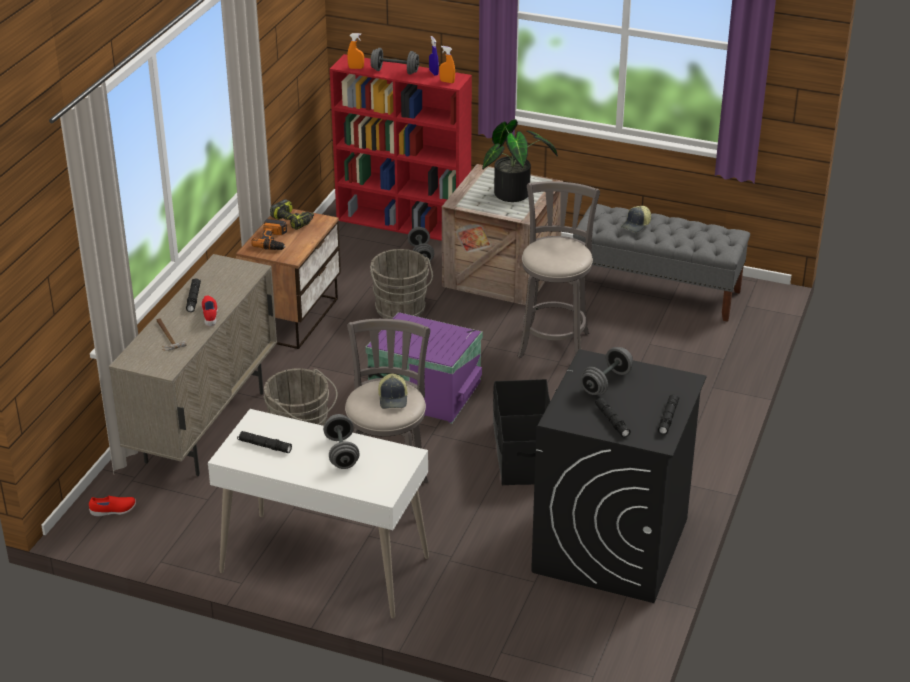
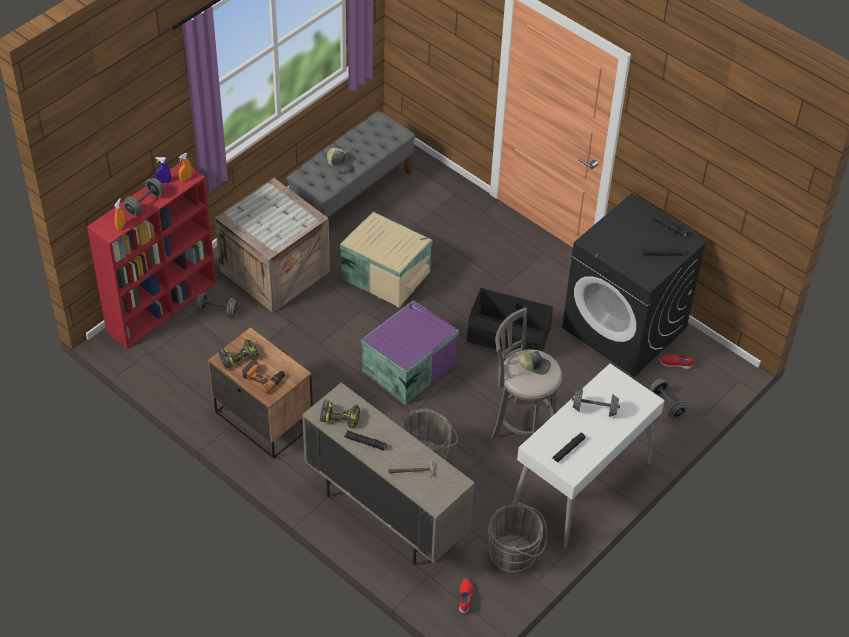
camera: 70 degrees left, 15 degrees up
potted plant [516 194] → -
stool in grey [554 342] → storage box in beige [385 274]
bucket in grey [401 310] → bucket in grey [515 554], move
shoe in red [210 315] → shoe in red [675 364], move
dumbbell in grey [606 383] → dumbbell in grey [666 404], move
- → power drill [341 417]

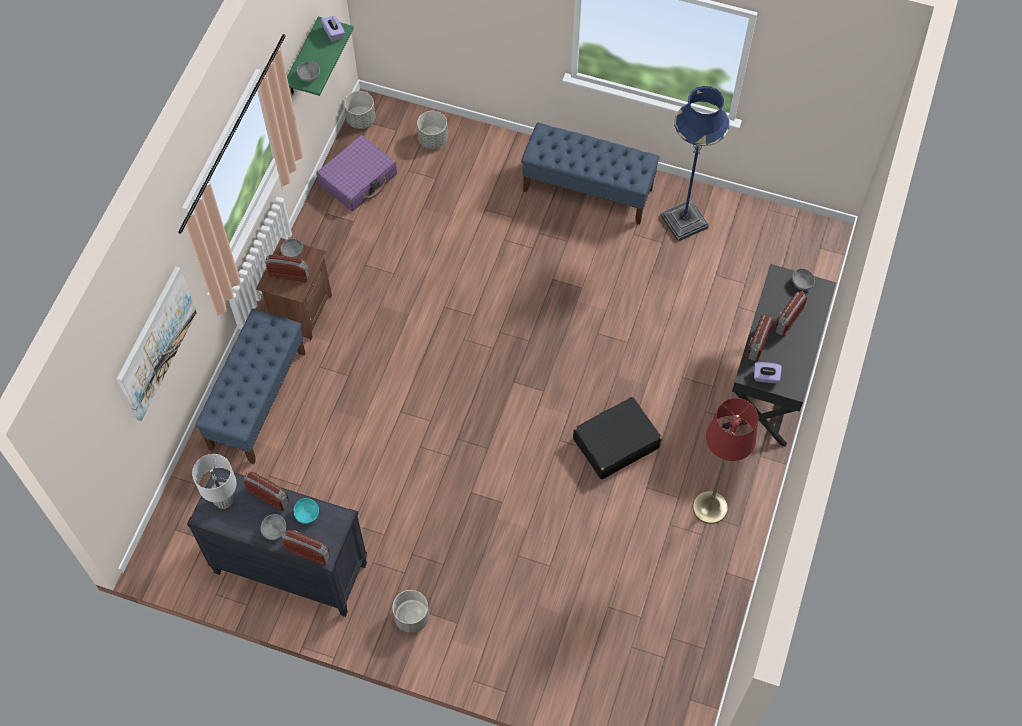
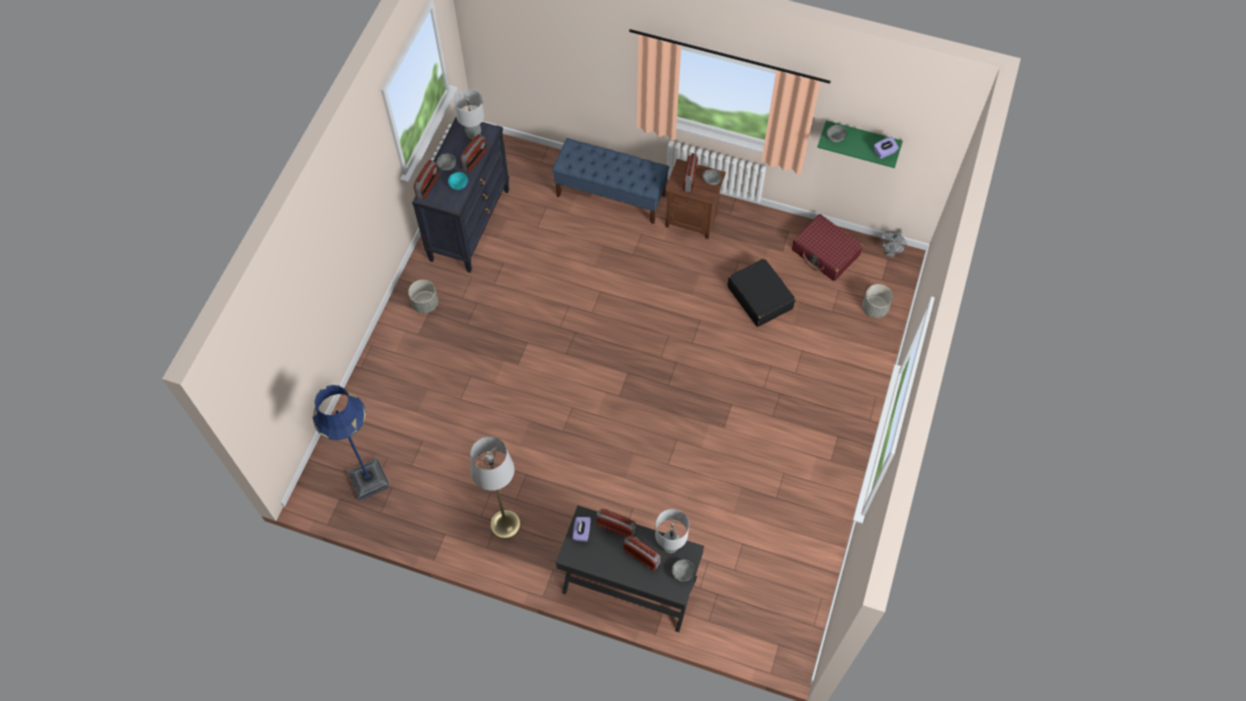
camera: 90 degrees right, 0 degrees up
floor lamp in blue [683 222] → floor lamp in blue [369 480], move
planter in grey [361 119] → fan in grey [890 252]
bench in blue [588 190] → -
suitcase in purple [358 180] → suitcase in red [825 253]
picture [155 343] → -
suitcase in black [615 443] → suitcase in black [760 297], move
floor lamp in red [710 507] → floor lamp in grey [505 524]
- → table lamp in grey [670 546]

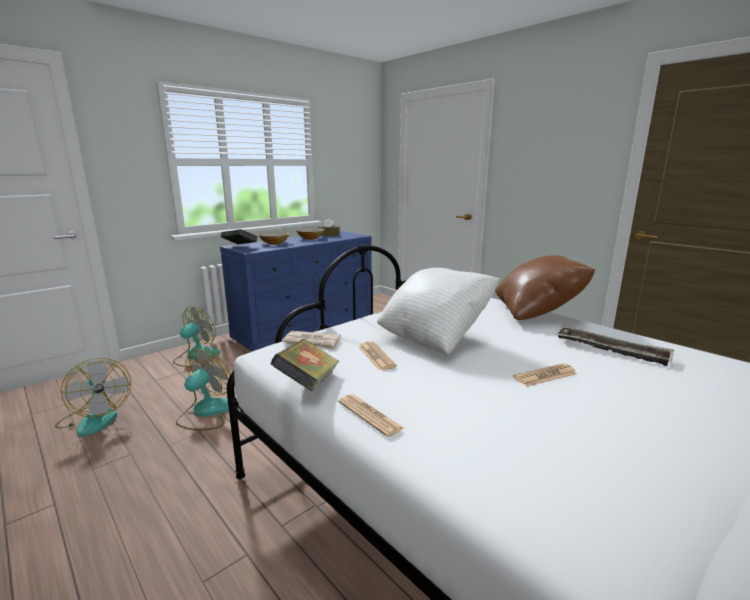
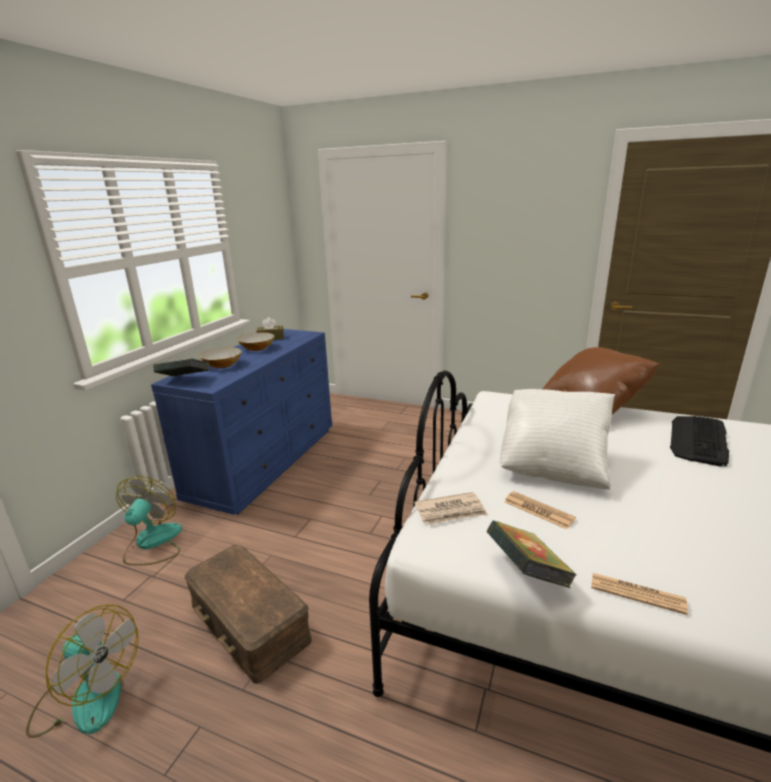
camera: 25 degrees left, 5 degrees up
tray [611 350] → keyboard [698 440]
fan [206 413] → storage box in brown [248 623]
newspaper [545 375] → -

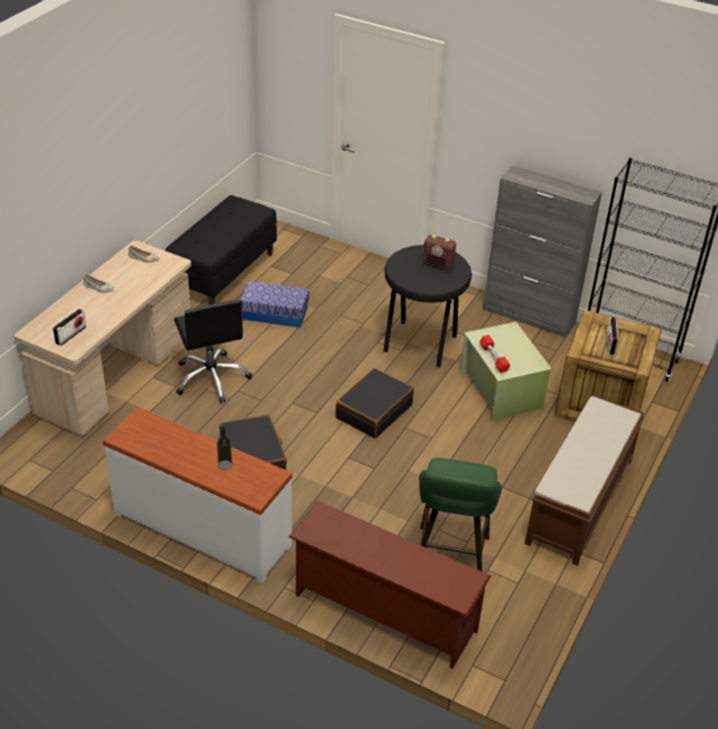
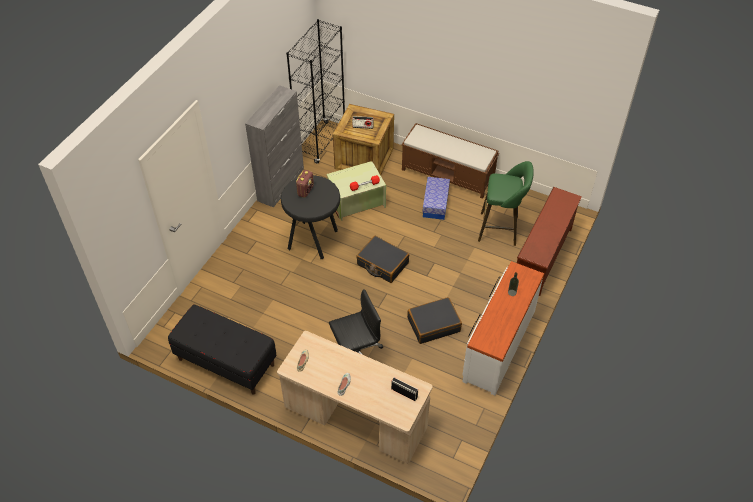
camera: 90 degrees left, 10 degrees up
storage box [274 314] → storage box [435 203], move

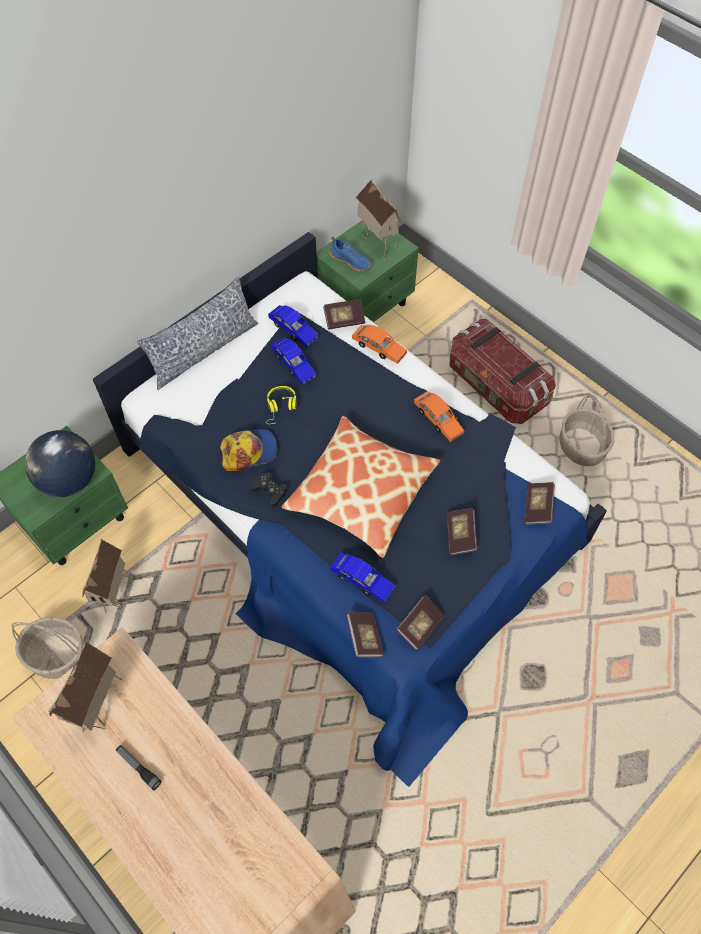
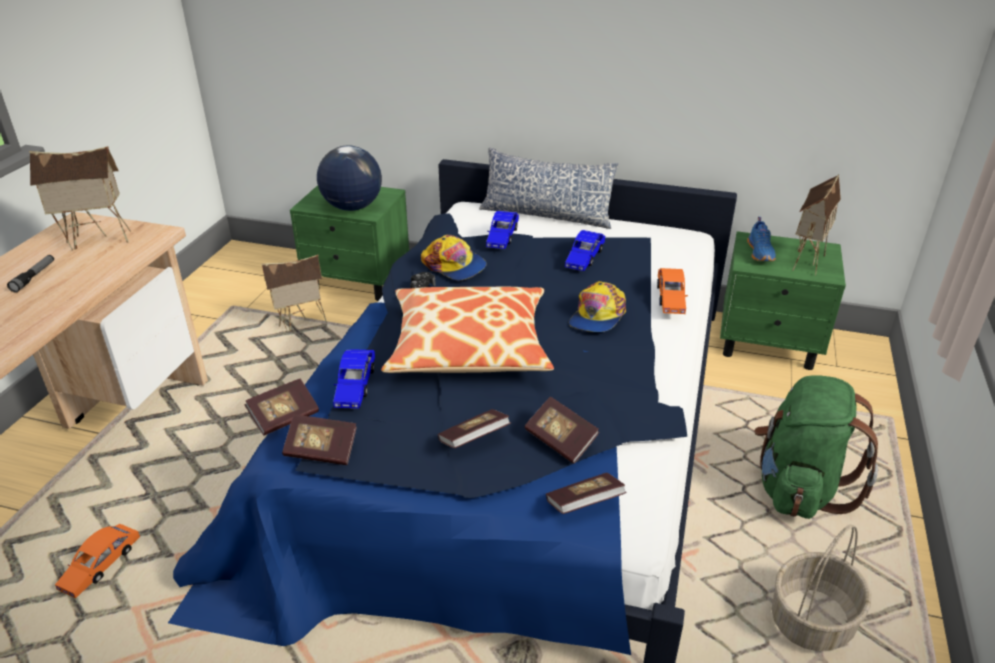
camera: 60 degrees right, 25 degrees down
book [344 320] → book [560 440], move
toy car in blue [293 330] → toy car in blue [502 237], move
storage box [495 386] → backpack in green [798 488]
headphones in yellow [280 407] → -
toy car in orange [438 420] → toy car in orange [101 566], move
basket [57 655] → -
- → cap [597 316]

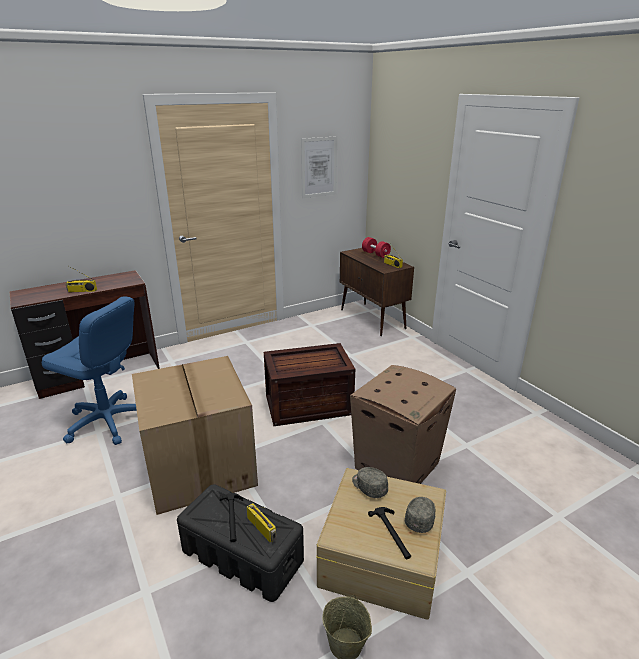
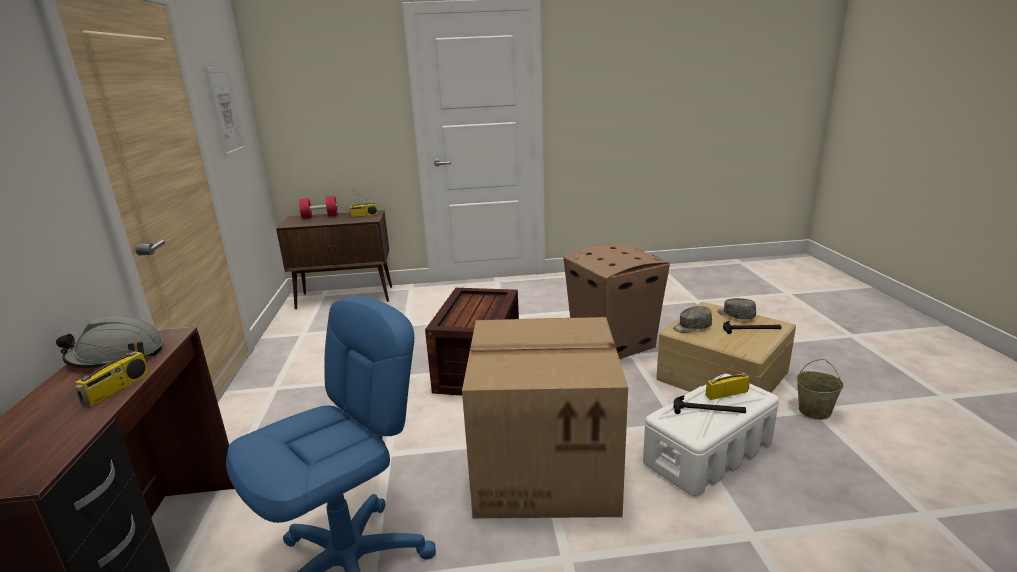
camera: 65 degrees left, 5 degrees down
storage box in black [241 555] → storage box in white [707 453]
- → hard hat in grey [117 356]

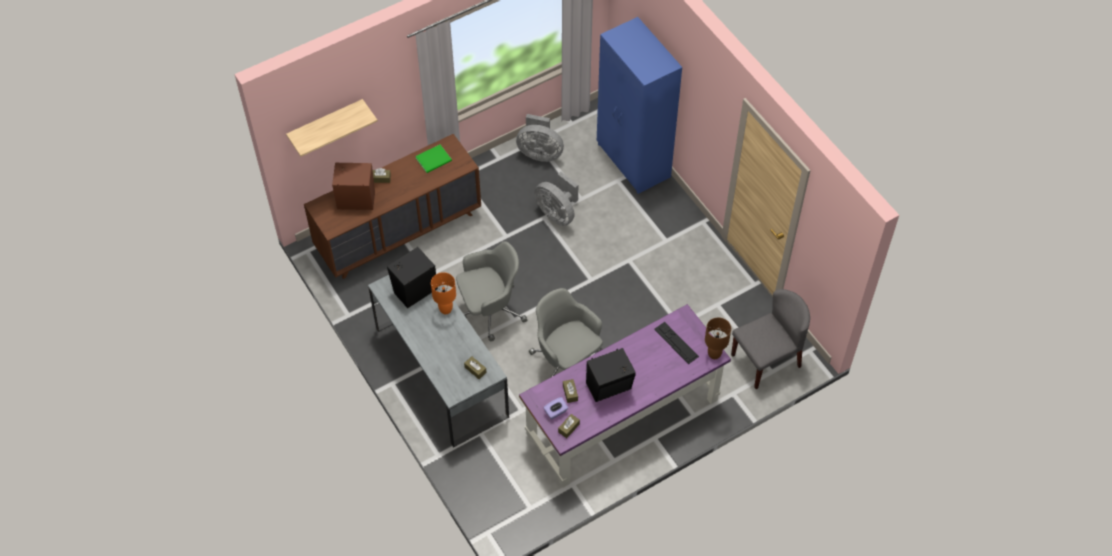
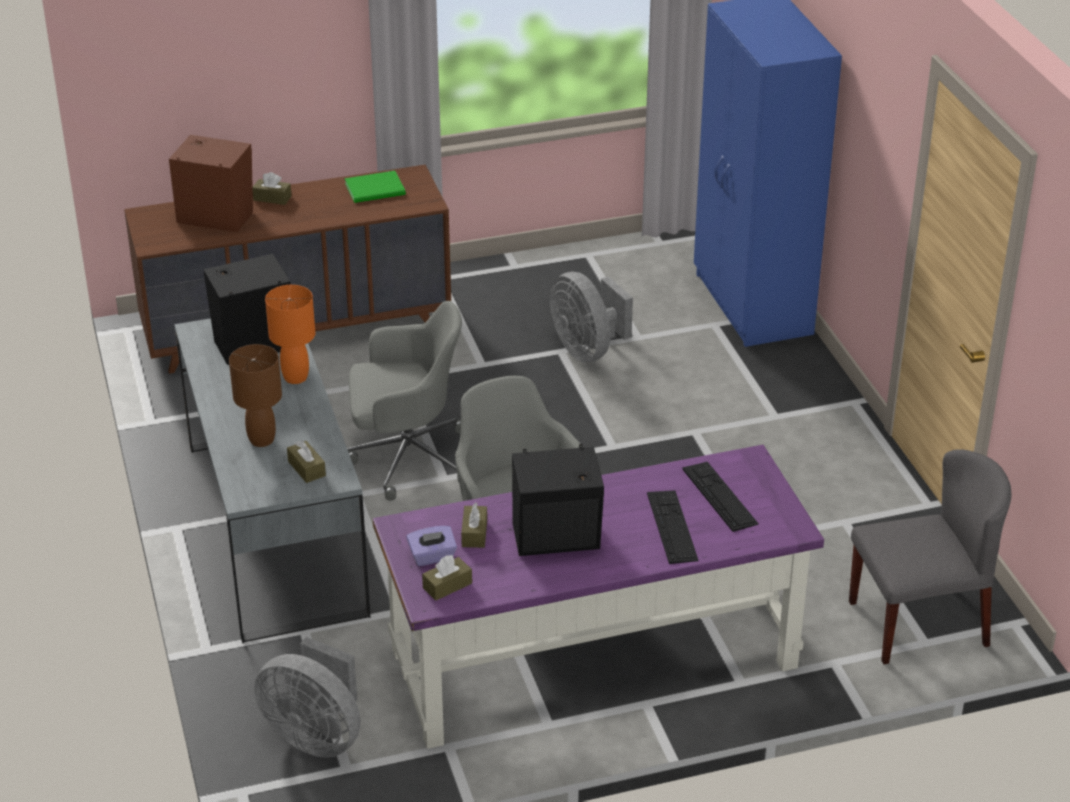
camera: 15 degrees right, 20 degrees down
shelf [326 124] → -
fan in grey [540 153] → fan in grey [316 736], move
table lamp in brown [714 354] → table lamp in brown [261 440], move
- → keyboard [672 526]

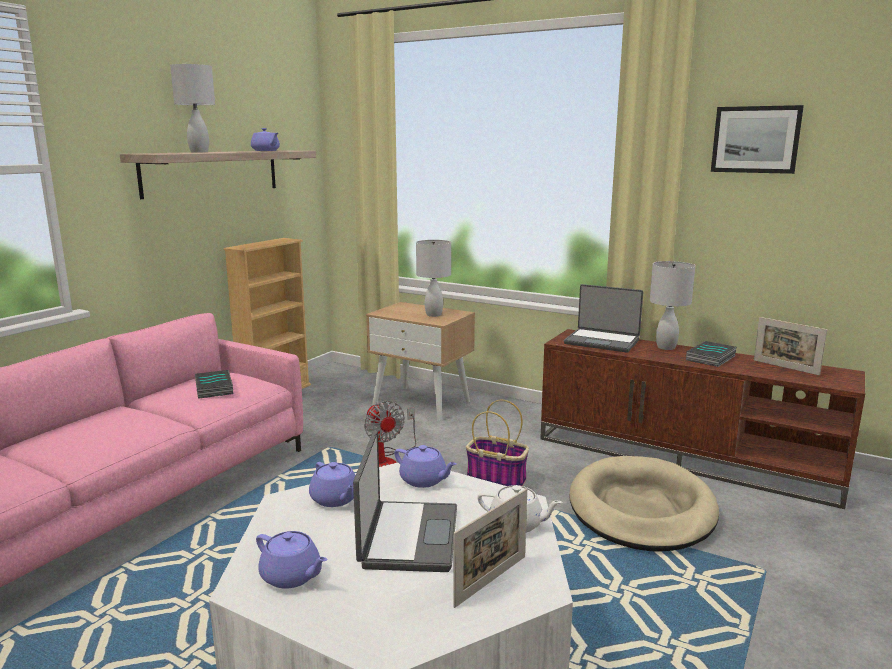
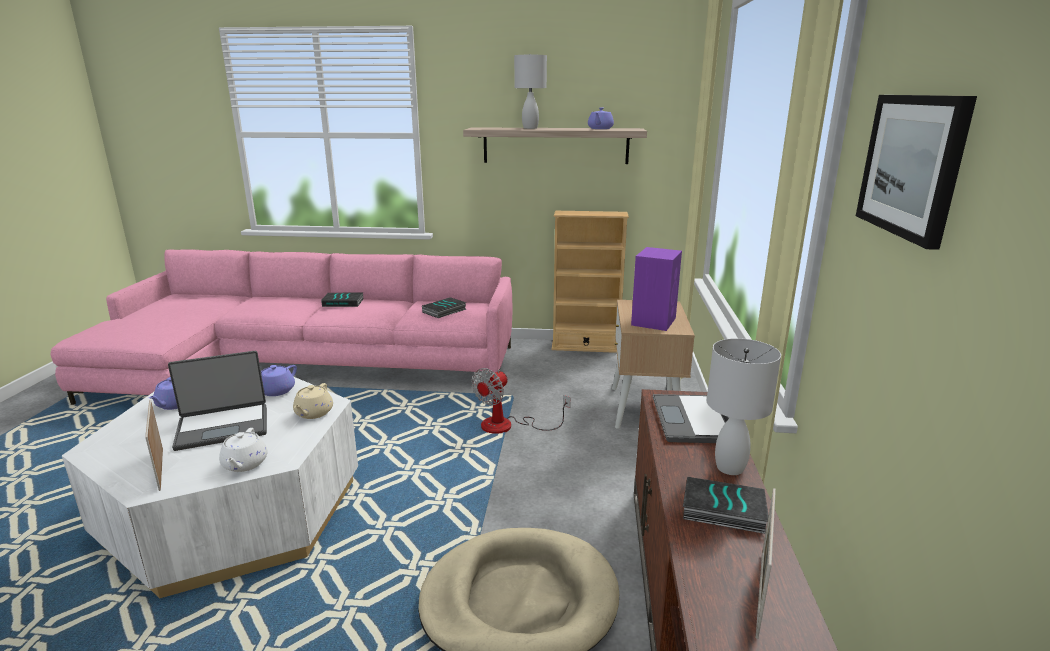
camera: 65 degrees right, 5 degrees up
table lamp in white [433 314] → speaker in purple [654 321]
basket [498 478] → -
teapot in purple [424 480] → teapot in beige [313 413]
picture frame [491 580] → picture frame [161 469], 45 degrees clockwise
- → book [343 302]

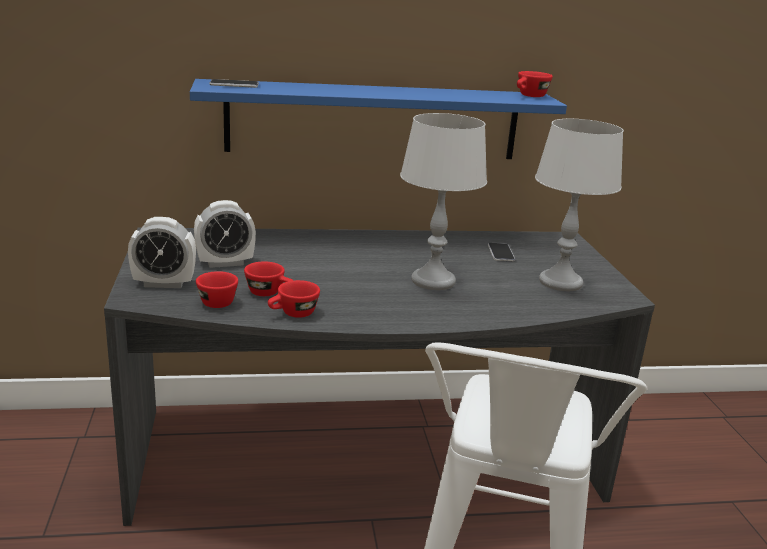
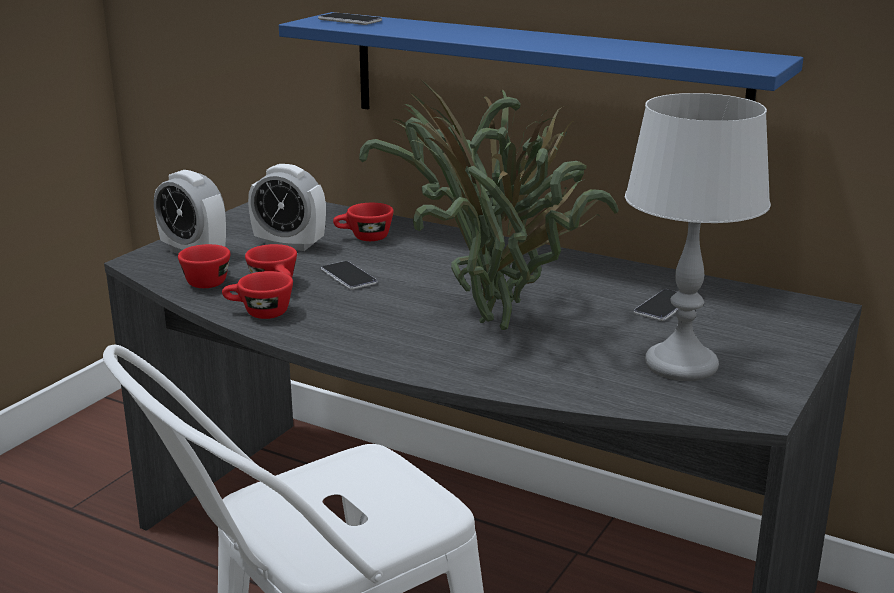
camera: 40 degrees right, 0 degrees up
cup in red [530 96] → cup in red [364 238], move
table lamp in grey [433 281] → potted plant [493 318]
- → phone [348 277]

